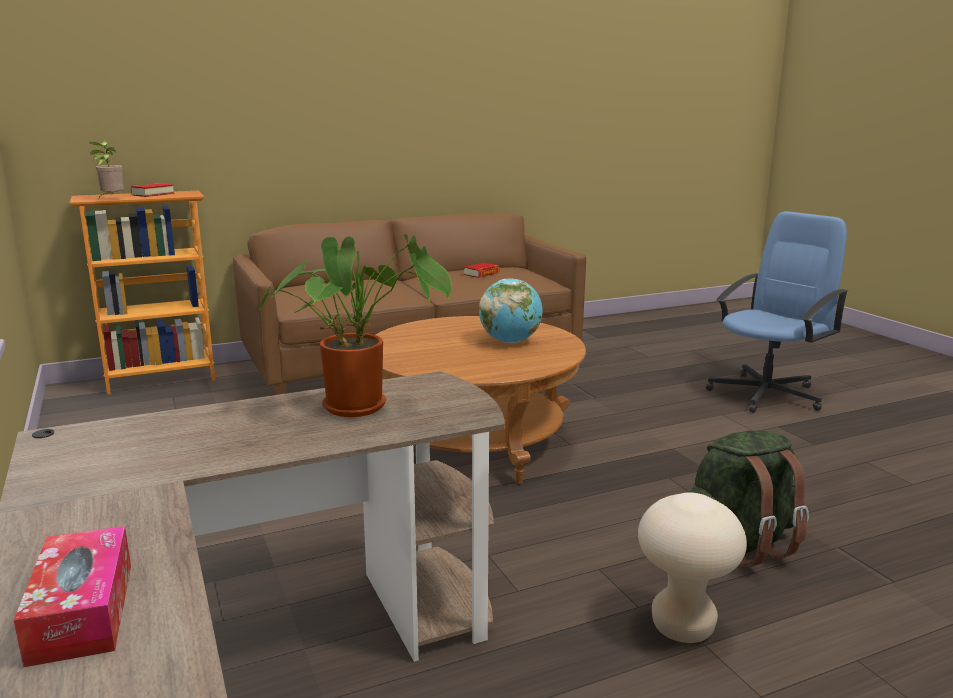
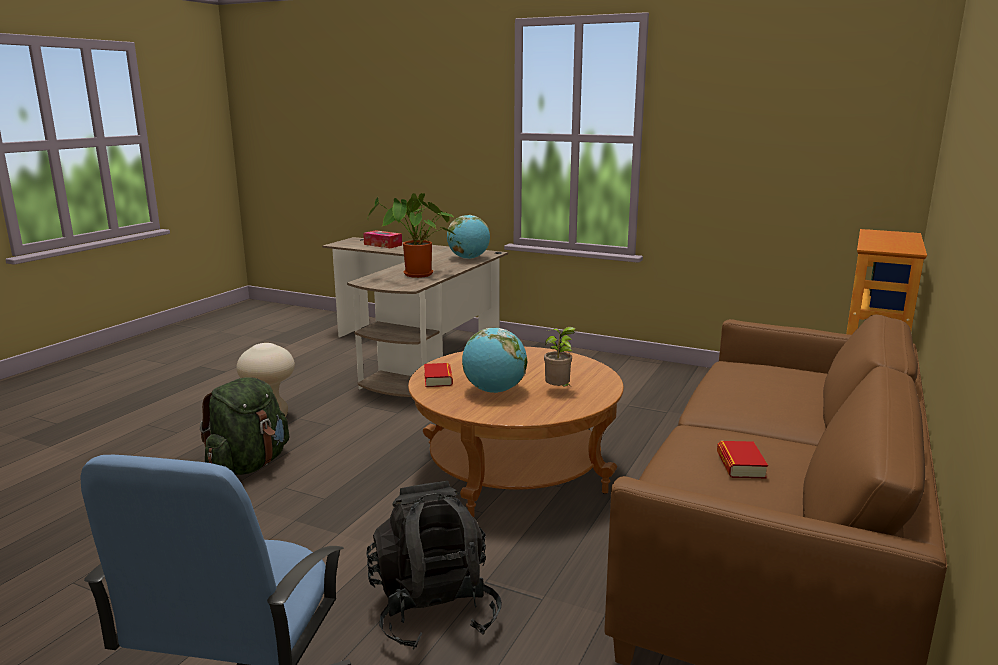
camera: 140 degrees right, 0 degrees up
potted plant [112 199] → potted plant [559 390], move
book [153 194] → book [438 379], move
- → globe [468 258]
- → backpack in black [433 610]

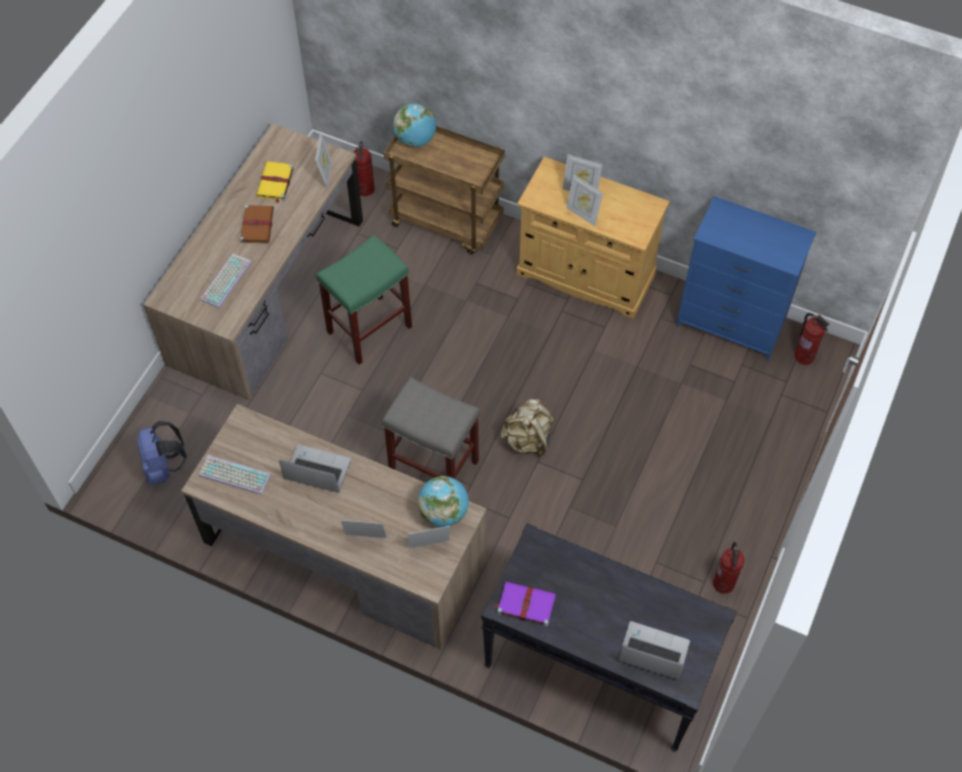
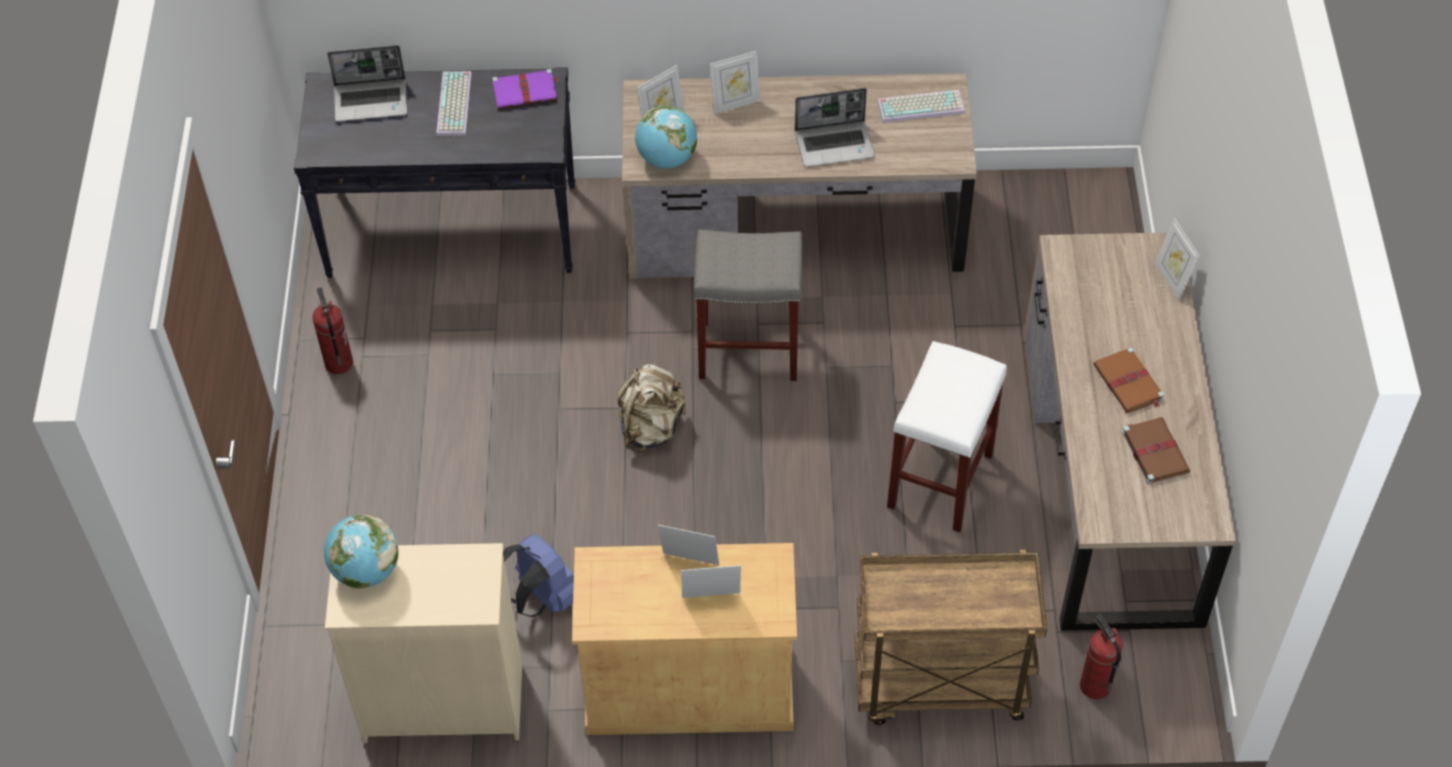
camera: 155 degrees right, 5 degrees down
globe [415 140] → globe [366 570], move
picture frame [326 175] → picture frame [1171 279], move
book in yellow [275 183] → book in brown [1154 451]
dresser in blue [730 323] → dresser in beige [443 701]
stool in green [369 330] → stool in white [940 479]
keyboard [225 280] → keyboard [455 105], move
fire extinguisher [804 356] → -
backpack in blue [164 467] → backpack in blue [541 598], move

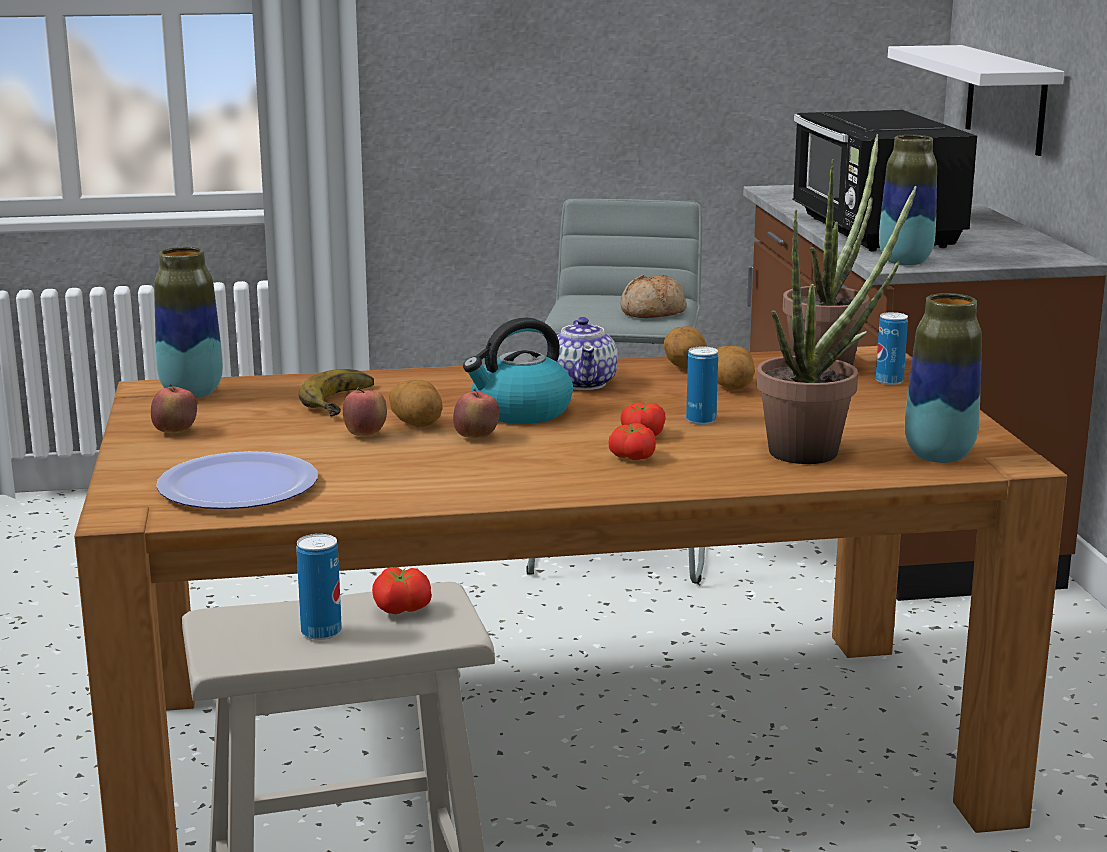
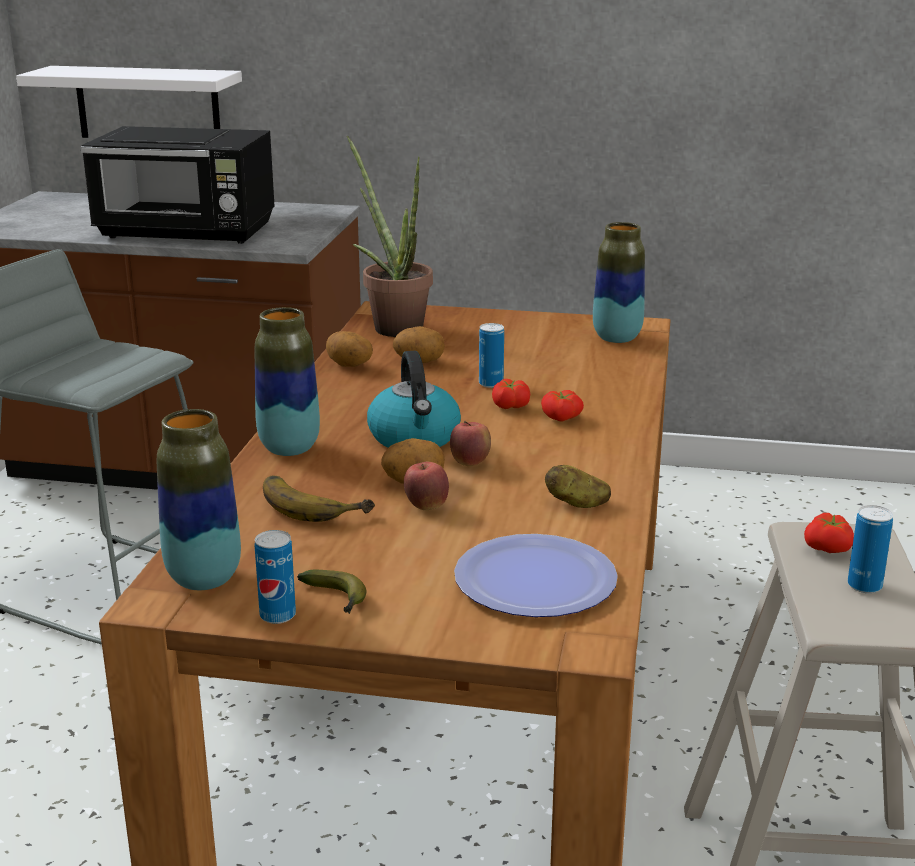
camera: 70 degrees left, 5 degrees up
vase [905 262] → vase [289 448], move
potted plant [816 450] → -
bread [653 312] → -
can [889 381] → can [277 615], move
teapot [583 383] → -
apple [175 432] → banana [337 600]
- → potato [576 503]

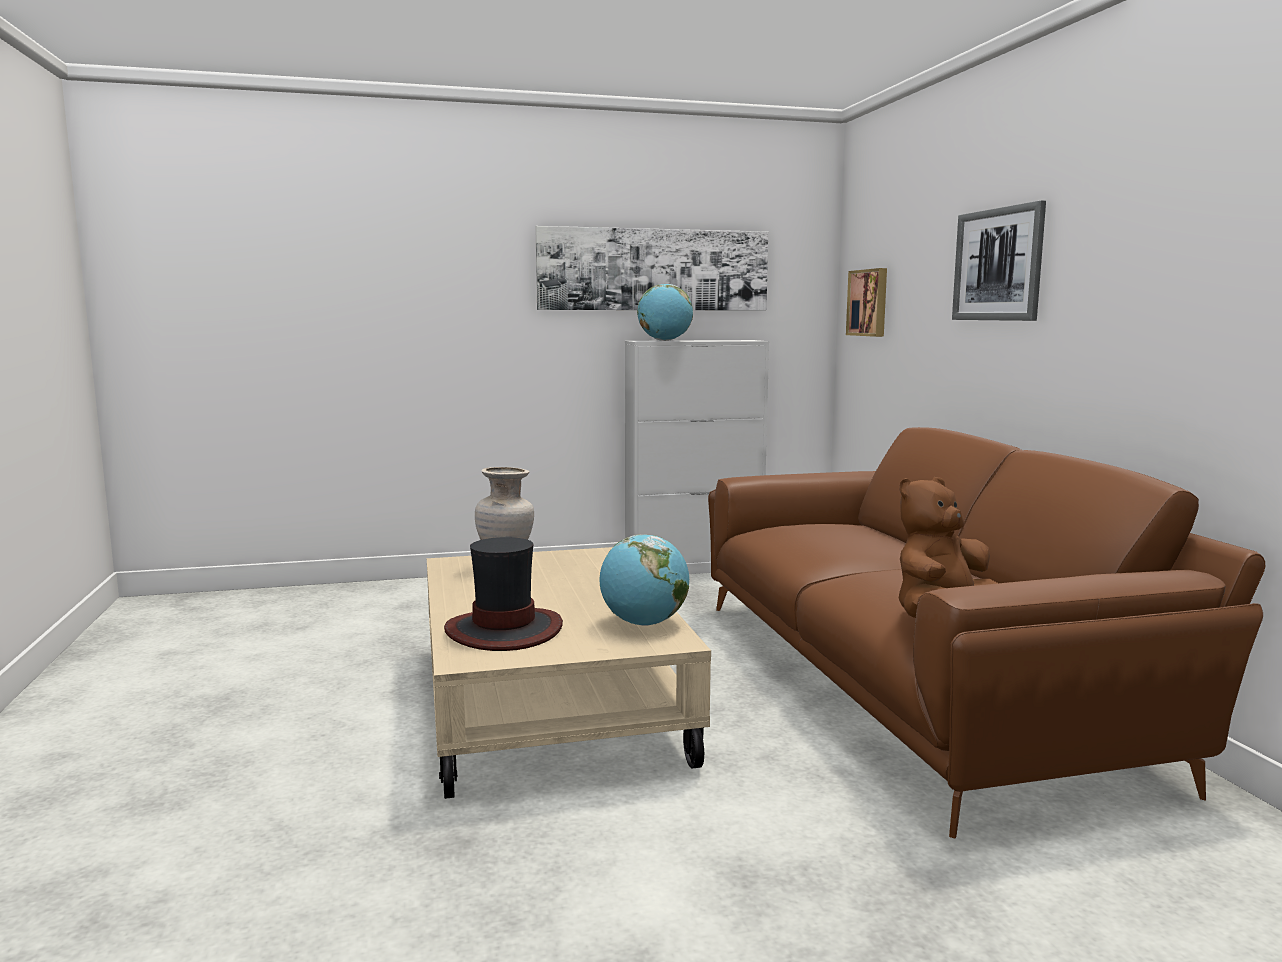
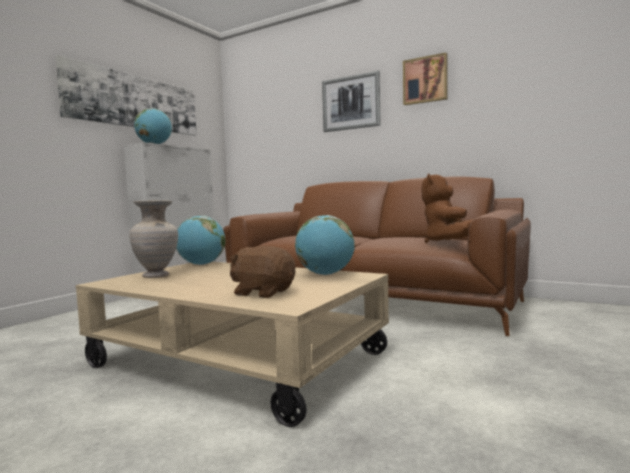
camera: 45 degrees left, 5 degrees down
picture [869 303] → picture [425 80], move
hat [504 630] → plush toy in brown [263 292]
- → globe [201 264]

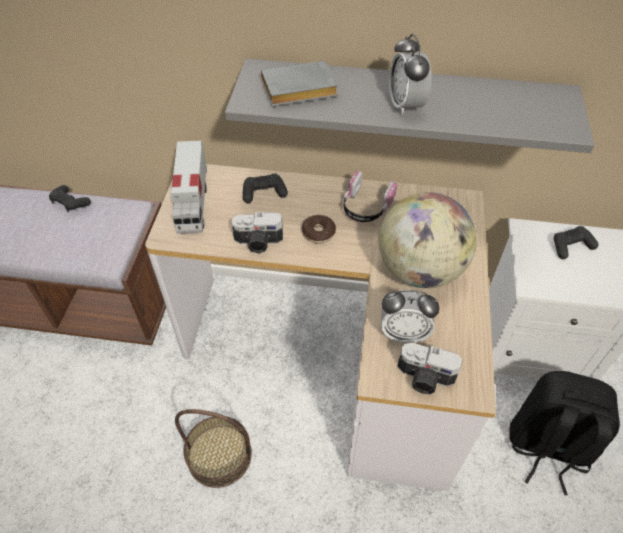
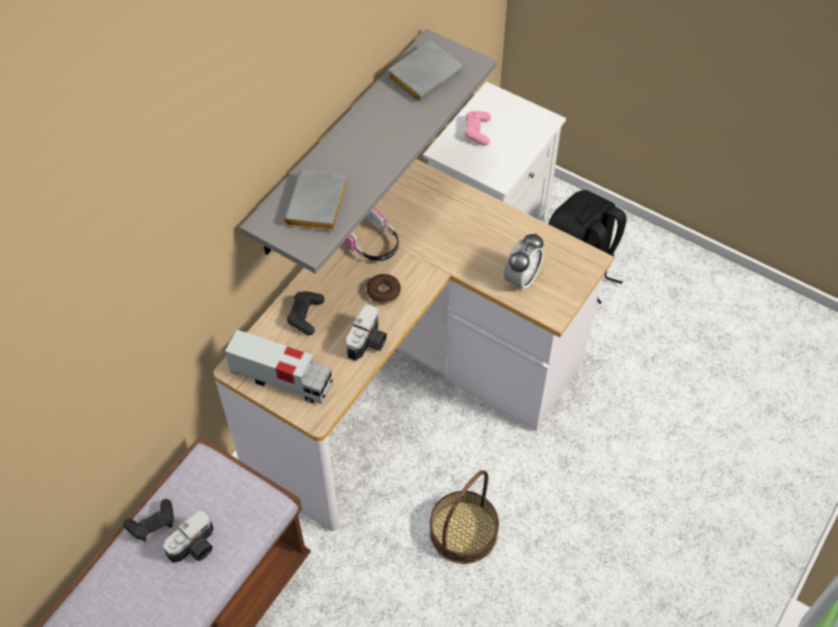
camera: 65 degrees left, 5 degrees up
alarm clock [405 105] → -
globe [420 270] → -
game controller in black [571 246] → game controller in pink [477 131]
photo camera [424 378] → photo camera [195 547], move
- → book in grey [424 74]

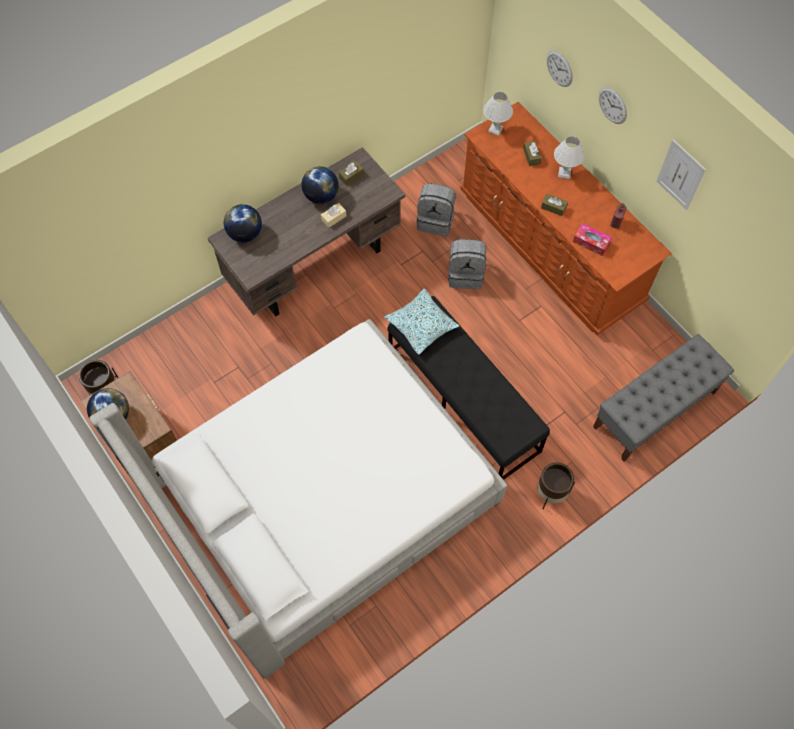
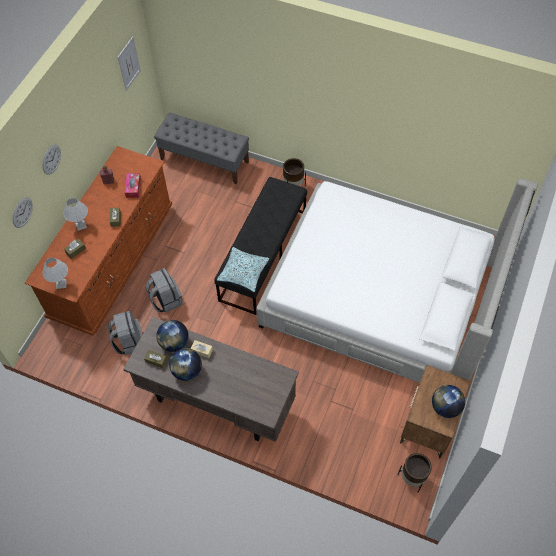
camera: 120 degrees left, 5 degrees down
picture [680 175] → picture [129 63], move
globe [245 234] → globe [174 343], move

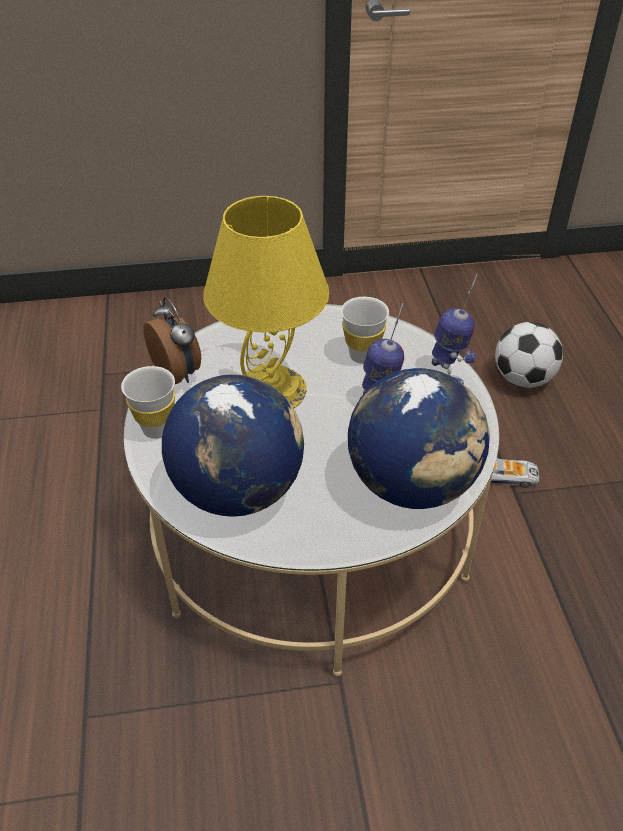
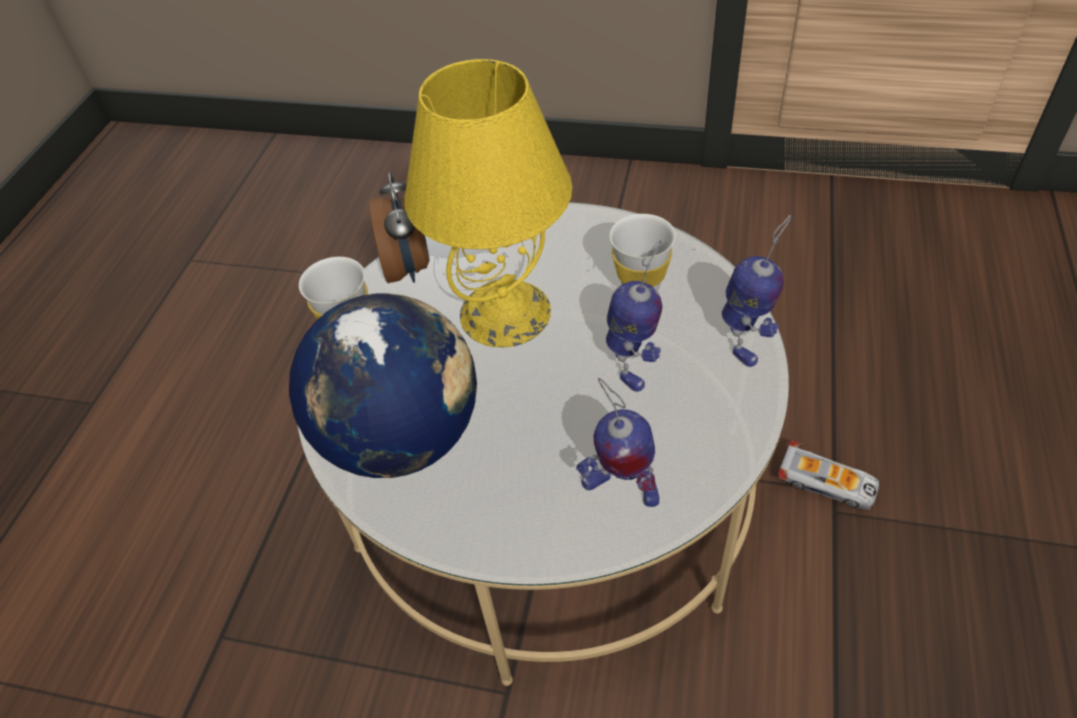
camera: 25 degrees right, 5 degrees up
football [522 379] → -
globe [412 484] → toy robot [620 488]

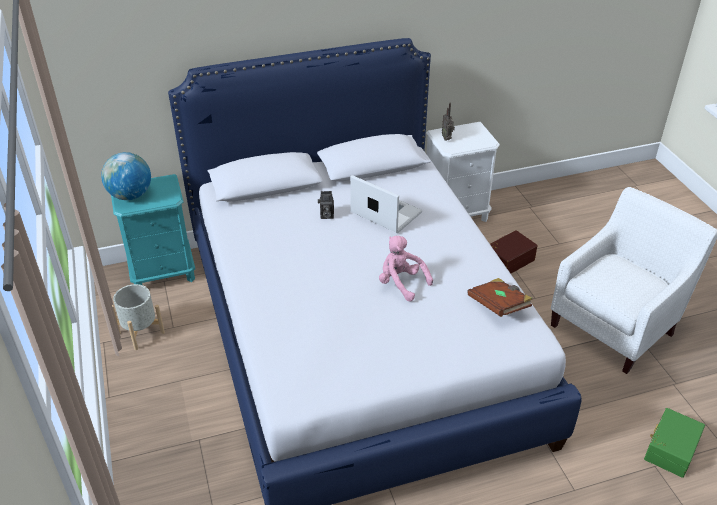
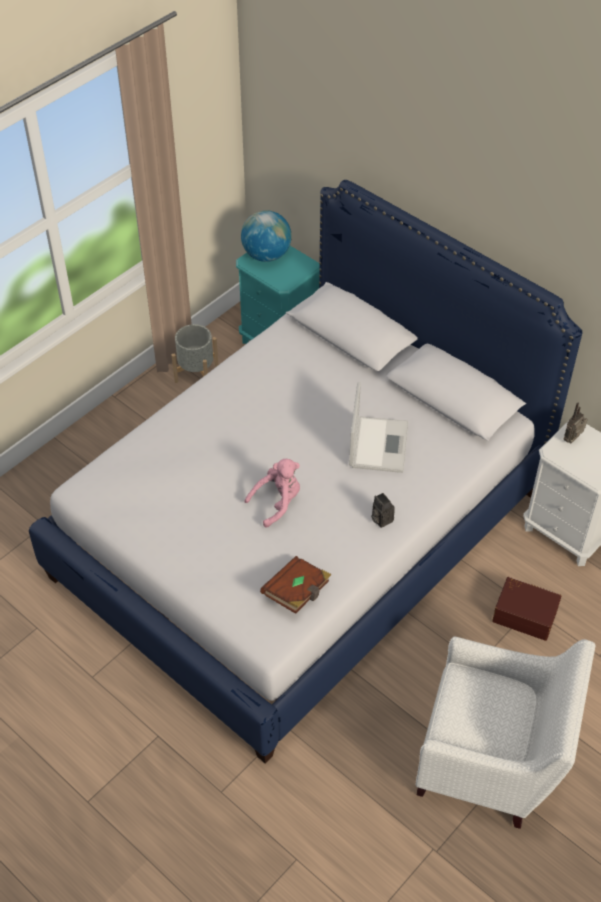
camera: 60 degrees right, 10 degrees up
photo camera [326 215] → photo camera [380 519], move
plush toy in pink [401 283] → plush toy in pink [277 502], 45 degrees clockwise
storage box in green [669 449] → -

